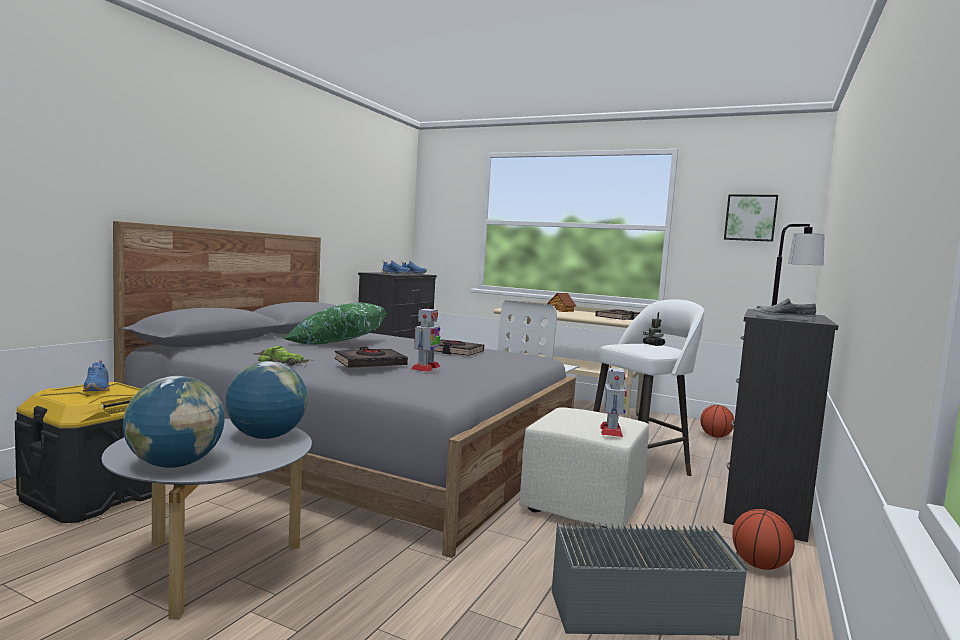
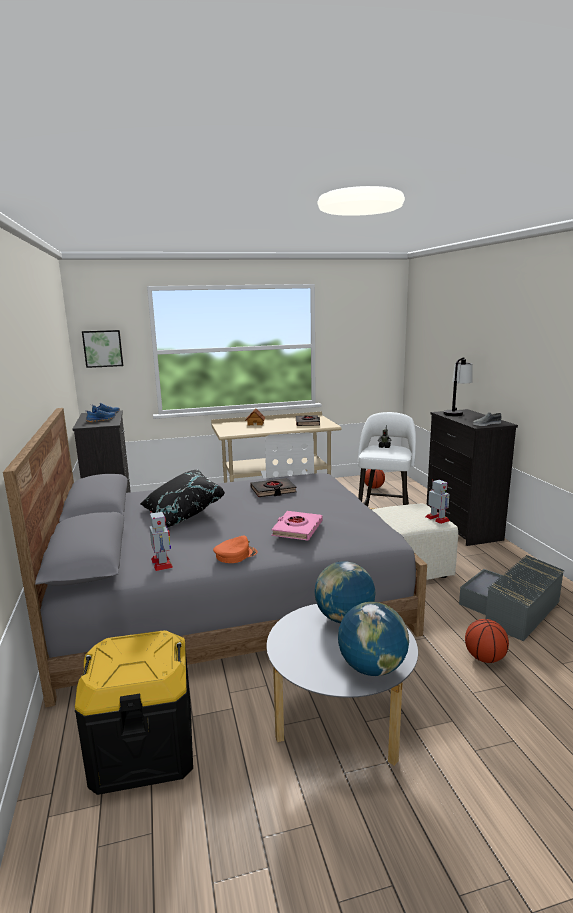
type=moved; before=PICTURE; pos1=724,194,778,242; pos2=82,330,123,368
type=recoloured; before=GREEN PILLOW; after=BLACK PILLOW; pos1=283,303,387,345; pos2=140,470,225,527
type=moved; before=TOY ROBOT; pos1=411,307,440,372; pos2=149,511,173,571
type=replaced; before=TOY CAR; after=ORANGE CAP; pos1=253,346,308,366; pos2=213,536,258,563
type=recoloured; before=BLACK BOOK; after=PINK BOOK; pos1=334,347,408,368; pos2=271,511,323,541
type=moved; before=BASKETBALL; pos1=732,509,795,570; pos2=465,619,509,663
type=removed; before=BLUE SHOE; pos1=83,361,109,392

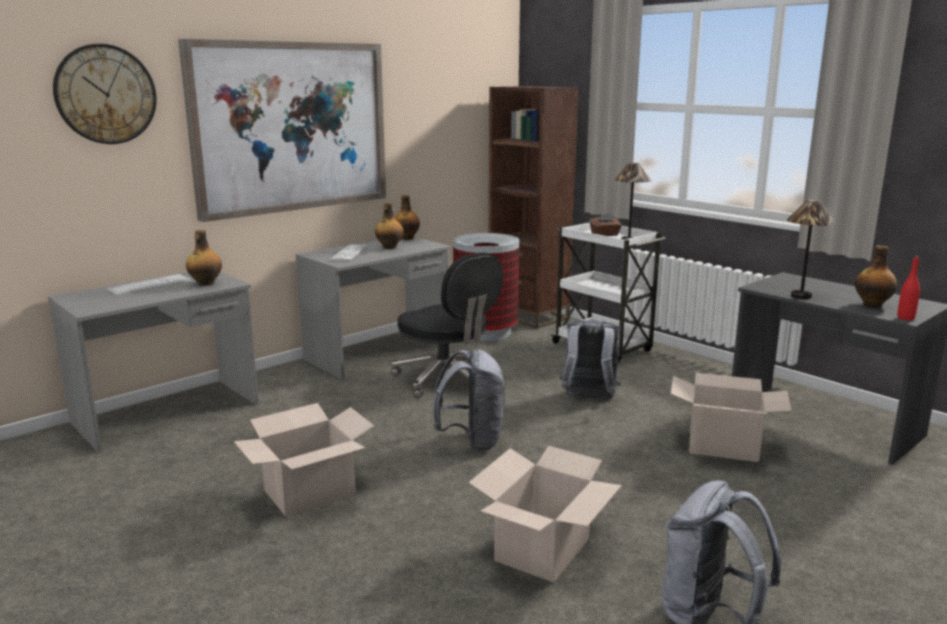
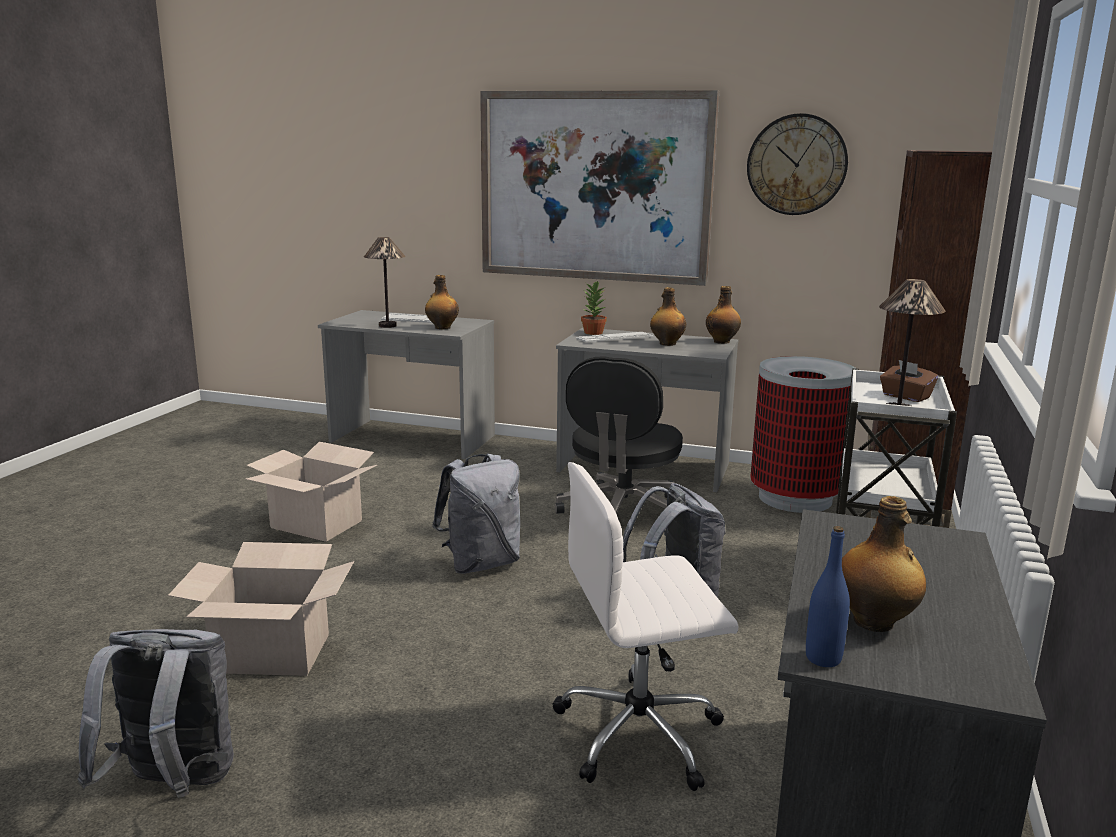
type=moved; before=TABLE LAMP; pos1=787,199,836,299; pos2=364,237,405,328
type=replaced; before=CARDBOARD BOX; after=WHITE OFFICE CHAIR; pos1=671,373,792,462; pos2=553,462,738,791
type=added; after=POTTED PLANT; pos2=581,280,607,335
type=moved; before=WALL CLOCK; pos1=53,44,157,144; pos2=747,113,848,215
type=recoloured; before=RED BOTTLE; after=BLUE BOTTLE; pos1=897,256,920,320; pos2=806,526,850,667

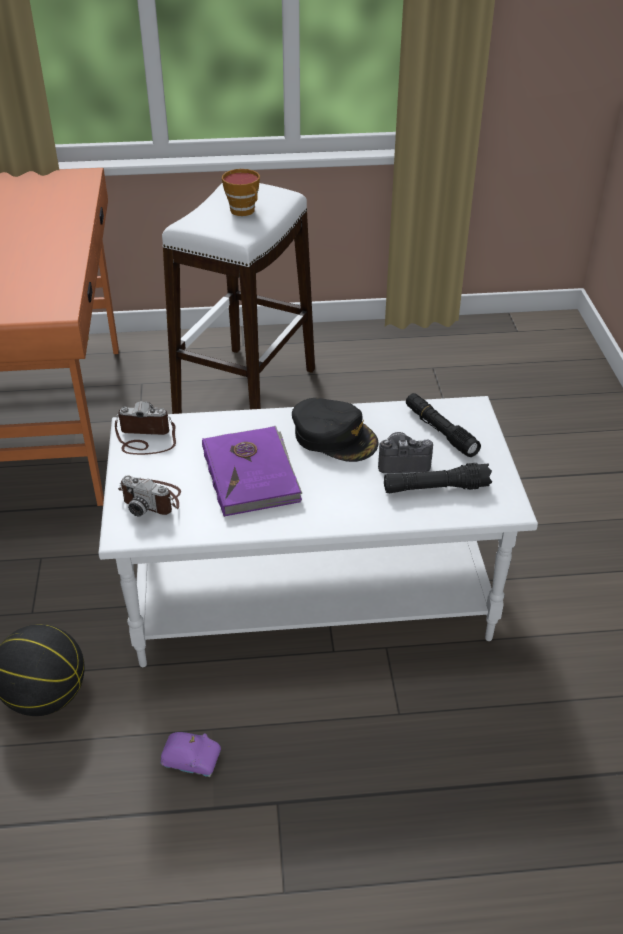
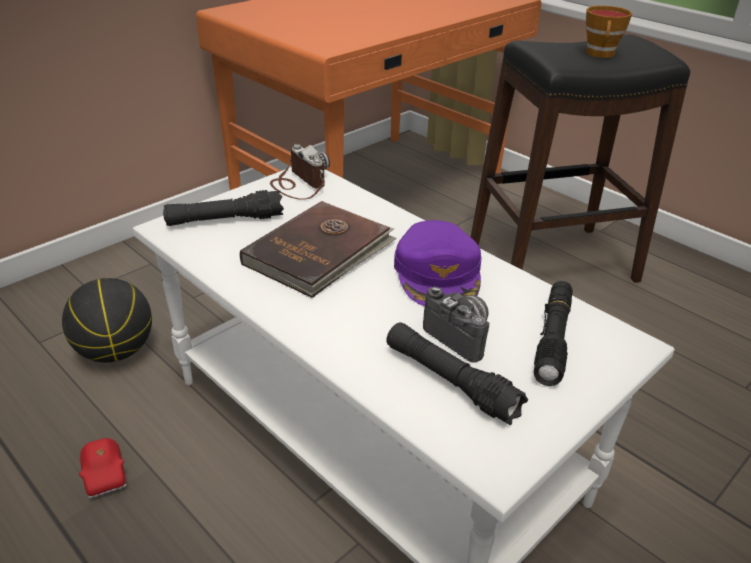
type=recoloured; before=PURPLE TOY CAR; after=RED TOY CAR; pos1=161,732,221,777; pos2=79,438,126,499
type=replaced; before=PHOTO CAMERA; after=BLACK FLASHLIGHT; pos1=118,475,181,517; pos2=163,190,284,226
type=recoloured; before=PURPLE BOOK; after=BROWN BOOK; pos1=202,426,302,517; pos2=240,201,397,298
type=recoloured; before=BLACK CAP; after=PURPLE CAP; pos1=292,398,378,462; pos2=394,220,482,306
type=recoloured; before=WHITE STOOL; after=BLACK STOOL; pos1=162,183,315,414; pos2=471,34,690,283

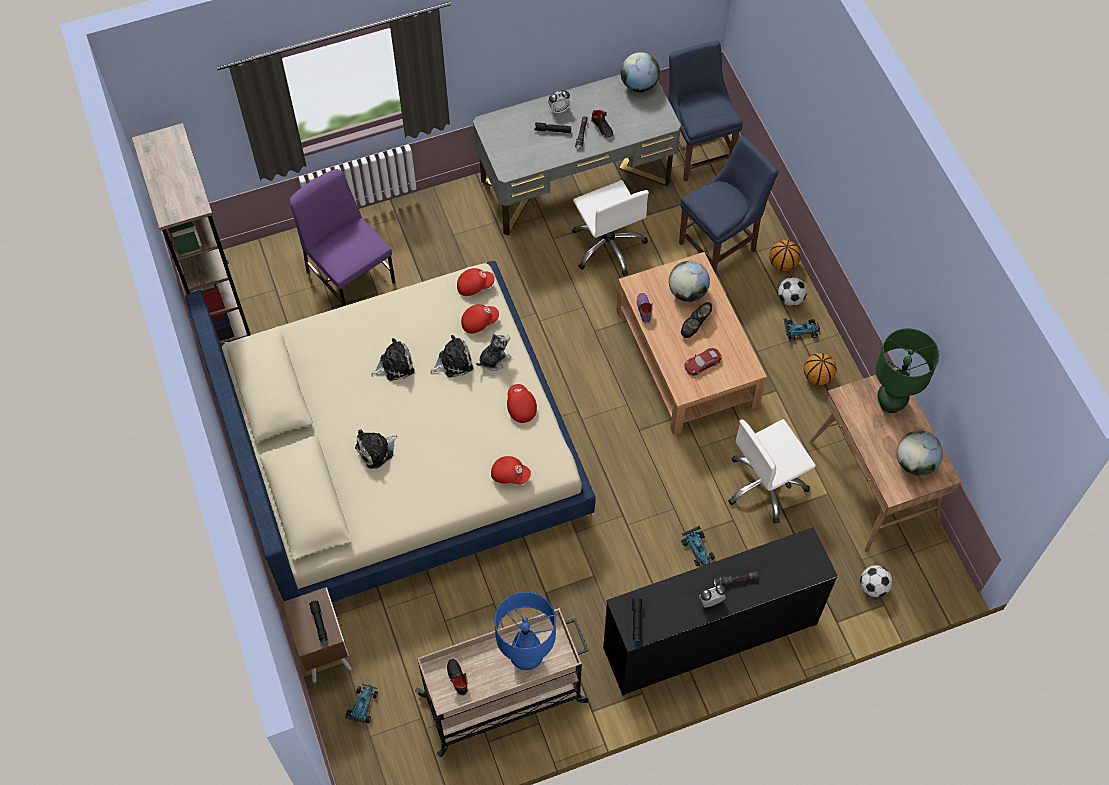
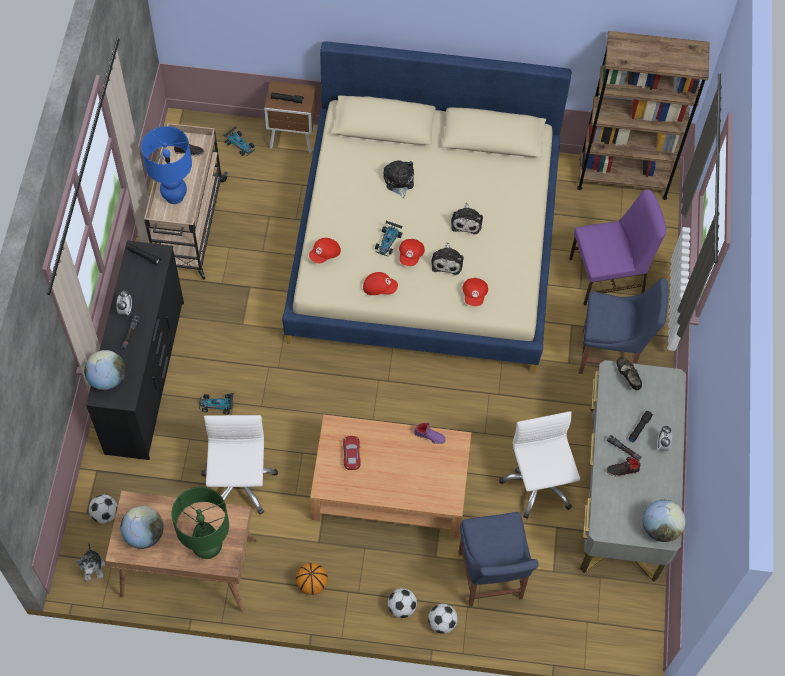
type=moved; before=PLUSH TOY; pos1=476,334,511,371; pos2=75,543,105,581
type=moved; before=GLOBE; pos1=669,261,710,302; pos2=84,350,126,391
type=moved; before=TOY CAR; pos1=783,319,820,341; pos2=375,220,402,256
type=moved; before=RED CAP; pos1=457,268,495,296; pos2=399,239,425,266
type=replaced; before=BASKETBALL; after=FOOTBALL; pos1=769,240,801,271; pos2=428,604,458,634
type=turned; before=WHITE OFFICE CHAIR; pos1=572,180,649,276; pos2=499,411,580,519; turn=75
type=moved; before=BLUE CHAIR; pos1=668,41,742,182; pos2=579,278,668,374
type=moved; before=BLACK SHOE; pos1=681,302,712,338; pos2=617,357,642,390

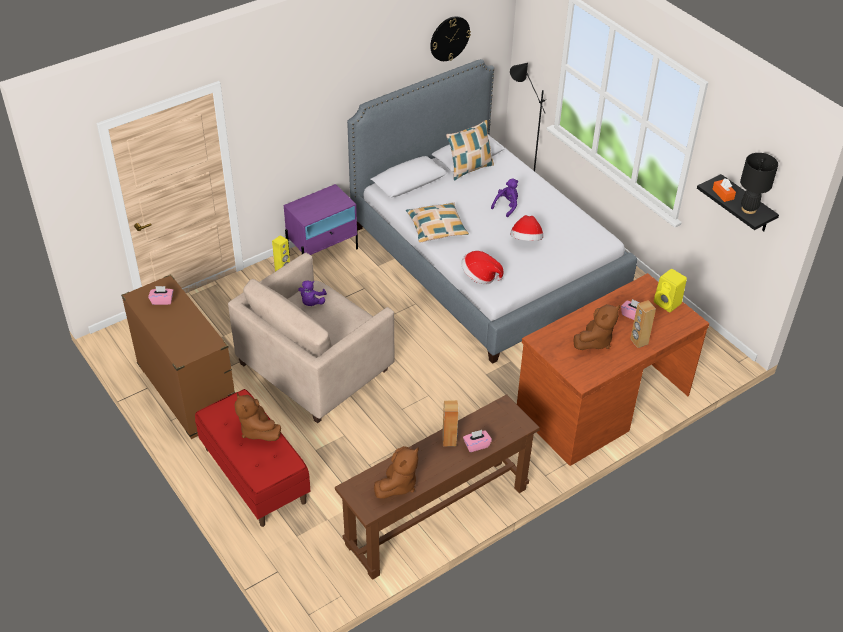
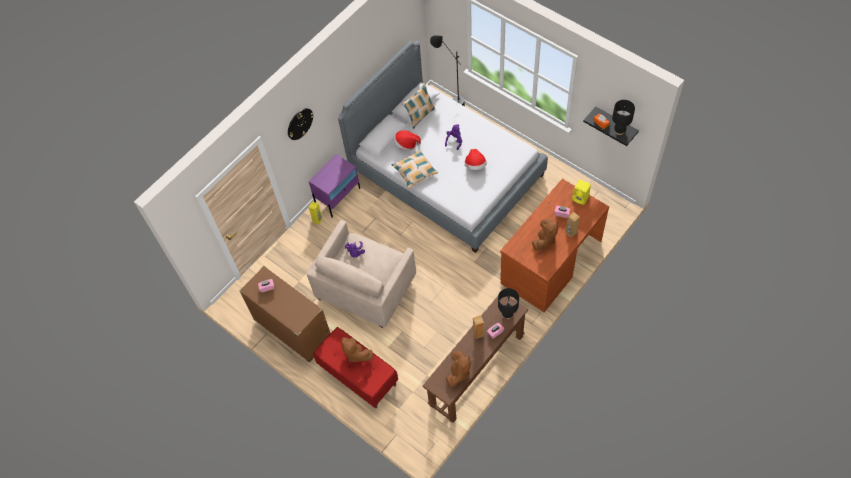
type=moved; before=WALL CLOCK; pos1=430,16,471,61; pos2=288,108,314,140
type=moved; before=HAT; pos1=461,251,503,284; pos2=393,130,421,151
type=added; after=BLACK TABLE LAMP; pos2=498,288,519,319

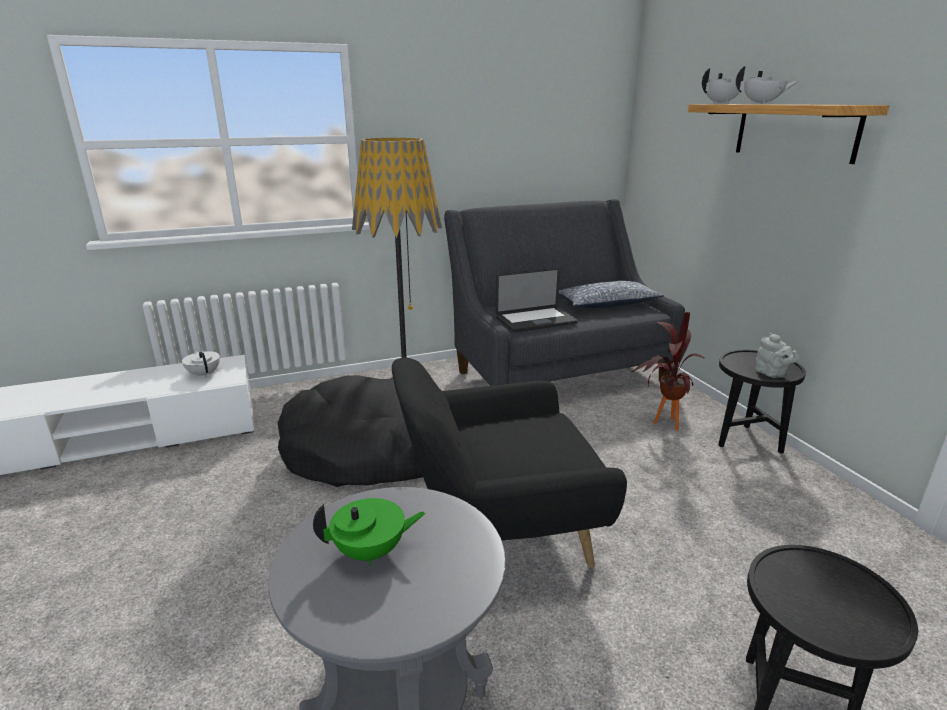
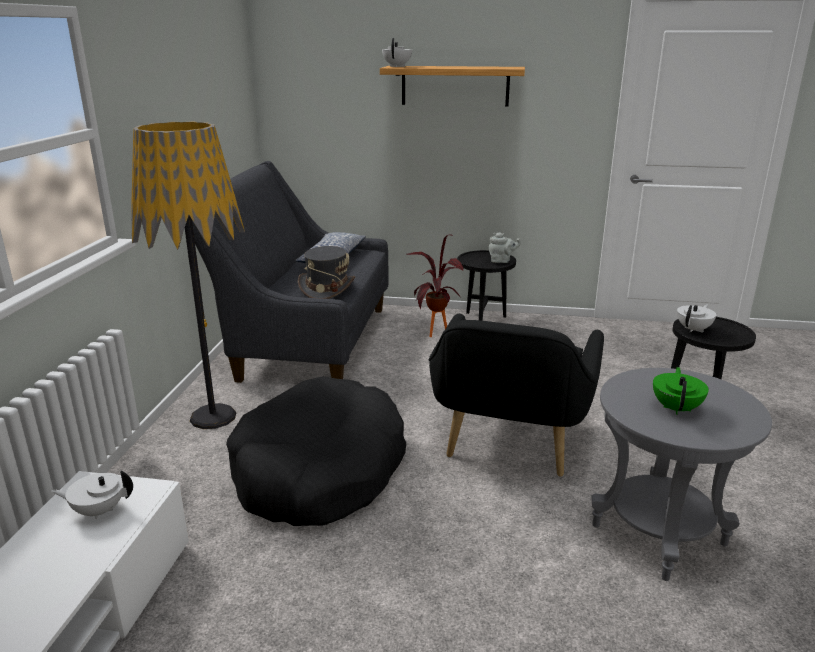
type=replaced; before=LAPTOP; after=GREY HAT; pos1=496,268,577,332; pos2=298,246,355,299
type=moved; before=WHITE TEAPOT; pos1=736,65,799,104; pos2=677,304,716,333

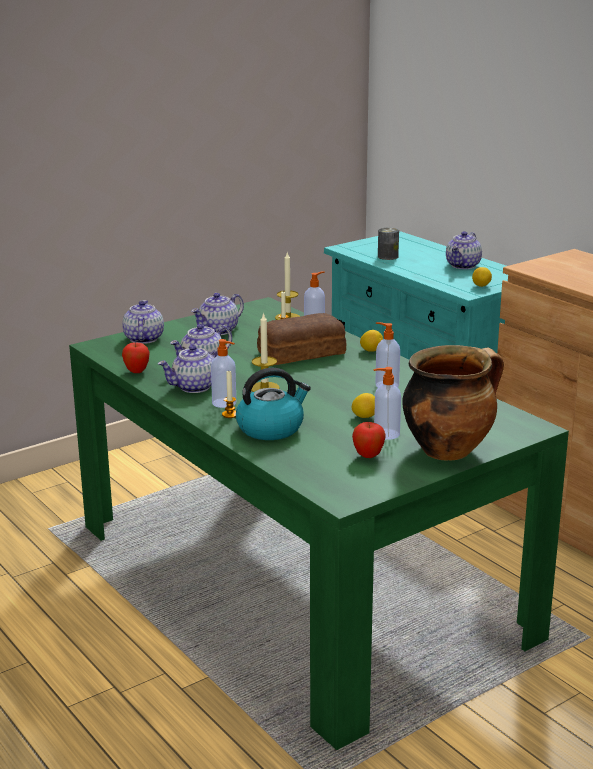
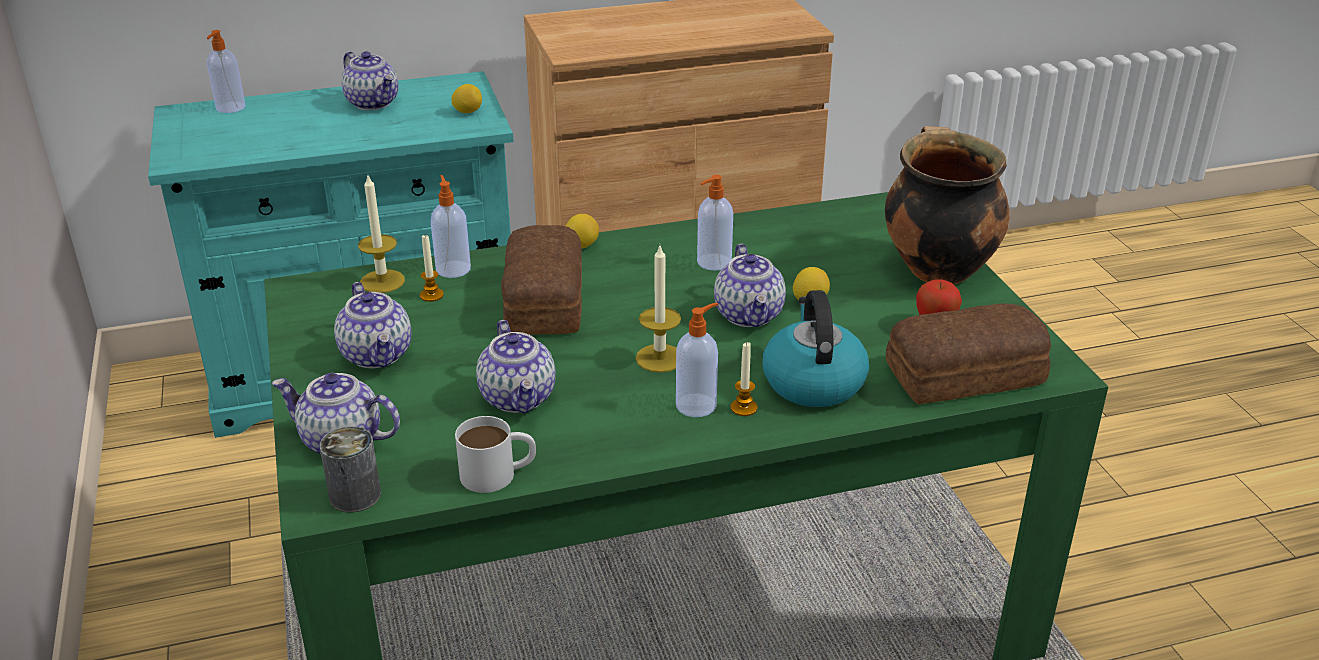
type=moved; before=SOAP DISPENSER; pos1=373,367,401,440; pos2=207,30,246,113
type=moved; before=CAN; pos1=378,227,399,260; pos2=320,426,381,512
type=replaced; before=APPLE; after=WHITE MUG; pos1=122,343,149,373; pos2=455,416,536,493
type=moved; before=TEAPOT; pos1=158,345,218,393; pos2=714,244,786,327
type=added; after=BREAD; pos2=886,303,1051,404

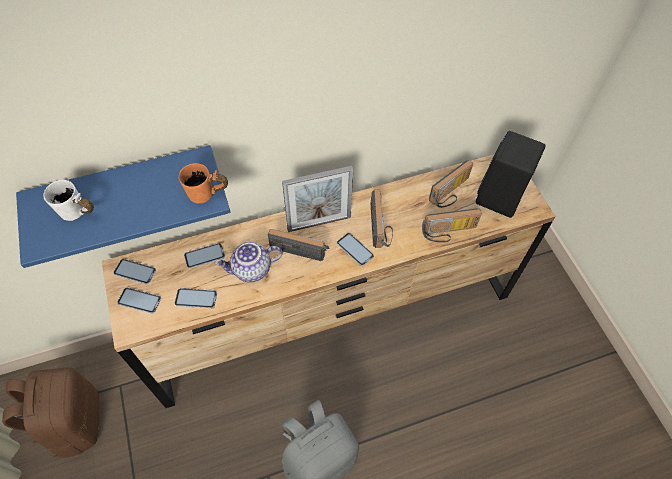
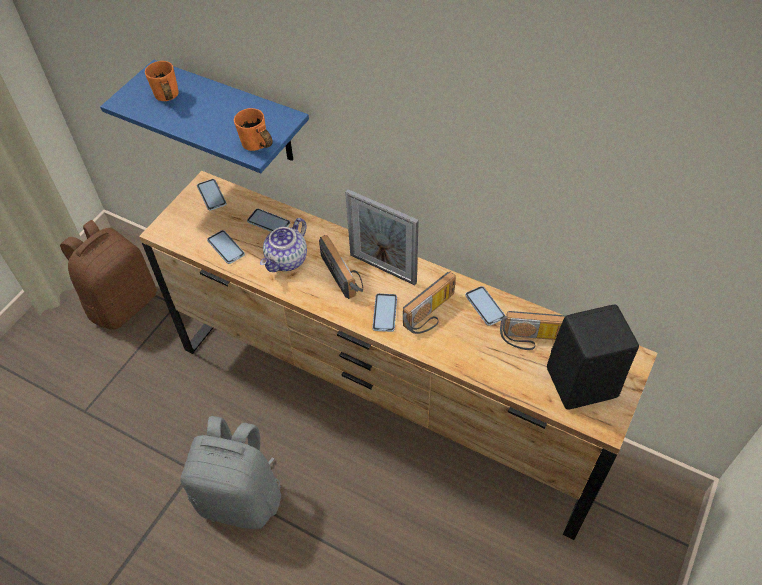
type=recoloured; before=WHITE MUG; after=ORANGE MUG; pos1=43,180,94,221; pos2=145,61,179,101
type=turned; before=TEAPOT; pos1=215,242,283,282; pos2=260,218,307,272; turn=-90
type=moved; before=PHONE; pos1=117,288,161,314; pos2=465,286,505,326
type=removed; before=RADIO; pos1=422,208,482,243

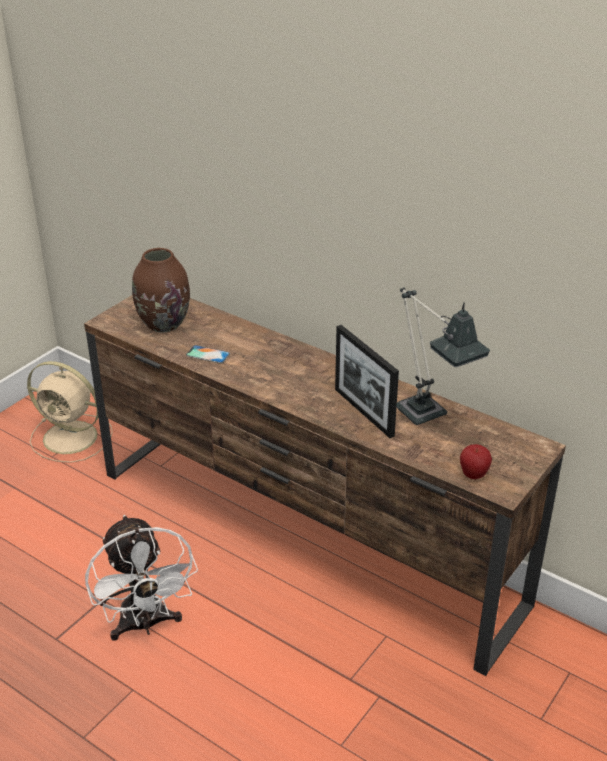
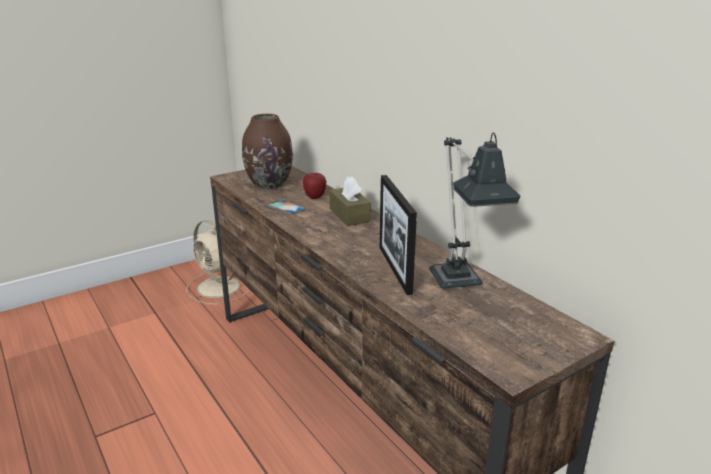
type=moved; before=APPLE; pos1=460,444,492,479; pos2=303,173,326,199
type=added; after=BROWN TISSUE BOX; pos2=329,176,371,226
type=removed; before=WHITE FAN; pos1=85,515,198,641

